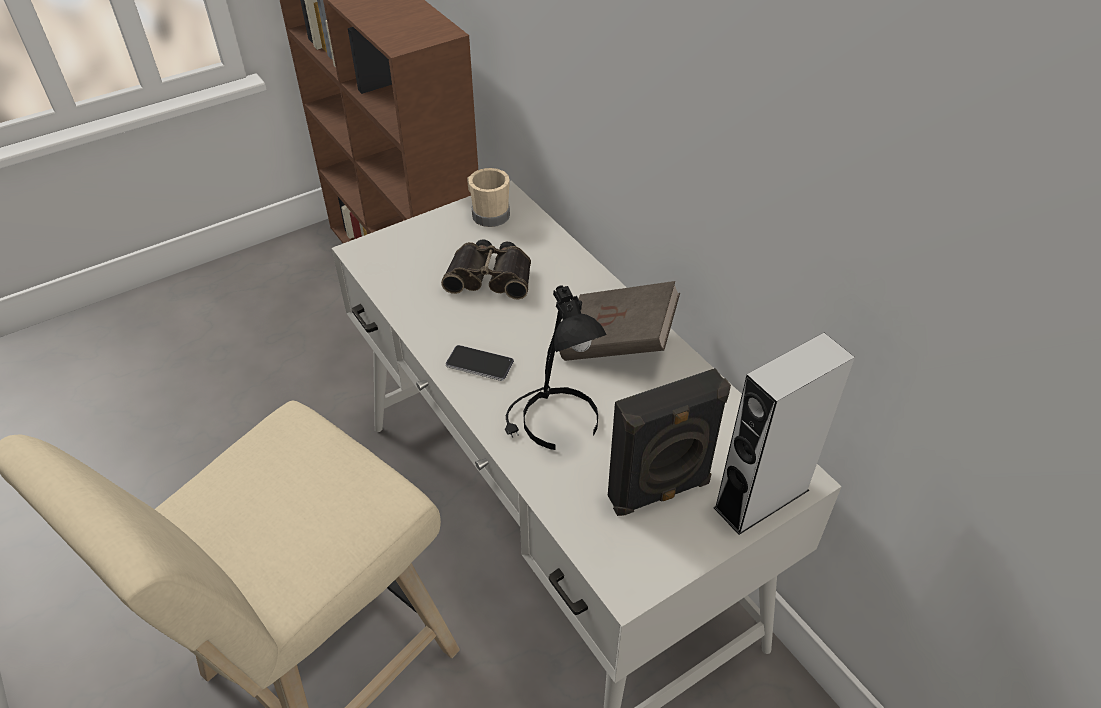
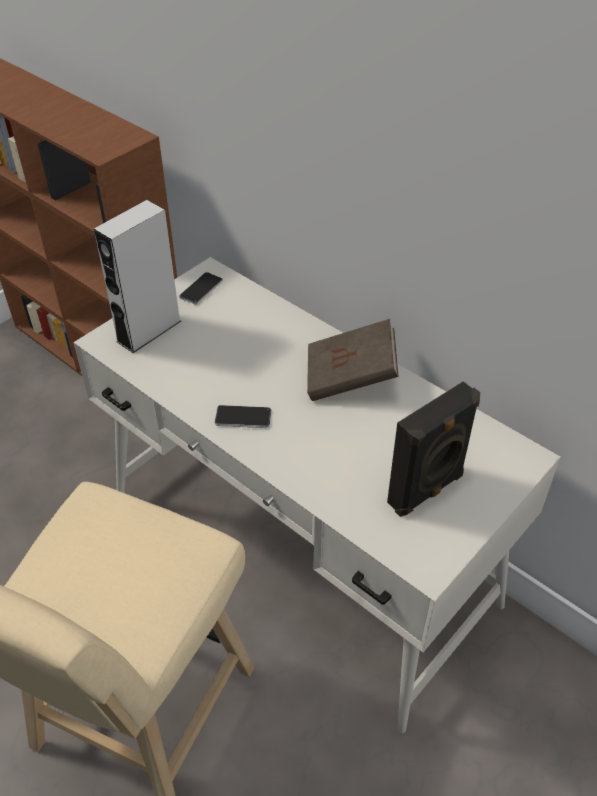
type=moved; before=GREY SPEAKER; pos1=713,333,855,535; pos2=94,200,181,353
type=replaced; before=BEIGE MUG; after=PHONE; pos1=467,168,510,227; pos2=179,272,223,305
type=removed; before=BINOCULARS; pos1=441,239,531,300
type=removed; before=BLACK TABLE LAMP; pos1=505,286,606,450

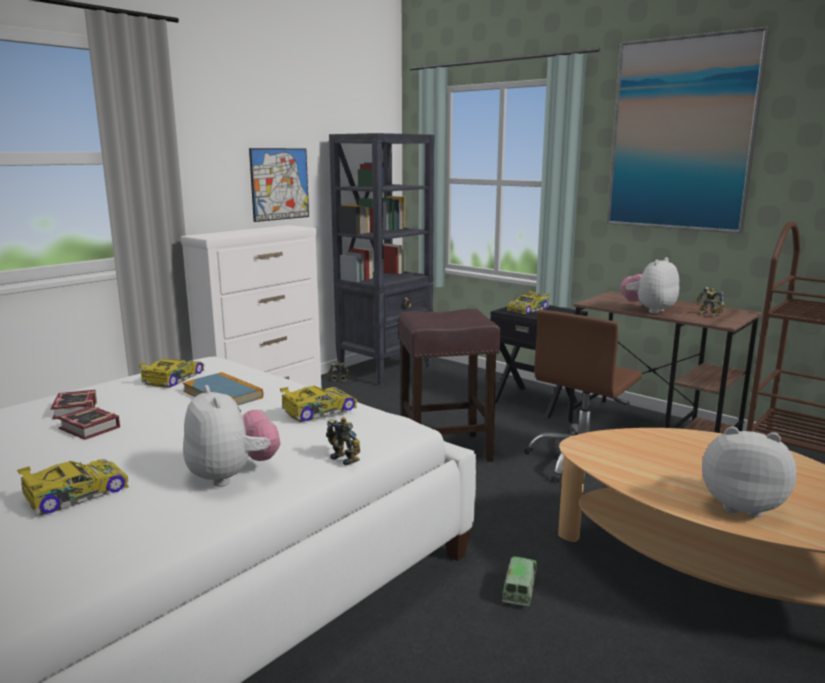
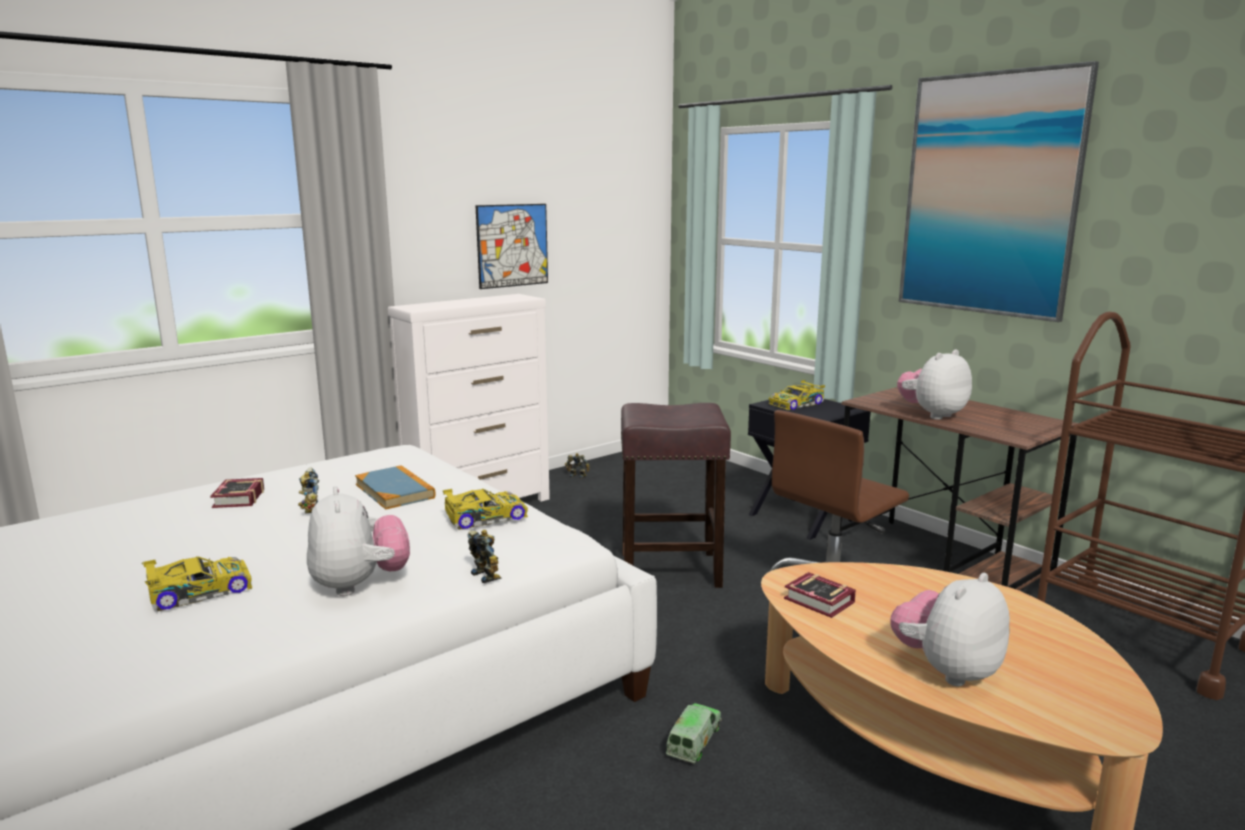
type=moved; before=TOY ROBOT; pos1=697,287,726,316; pos2=298,467,319,513
type=moved; before=BOOK; pos1=57,406,120,440; pos2=784,572,856,618
type=turned; before=PLUSH TOY; pos1=702,426,797,517; pos2=890,573,1010,686; turn=-75
type=removed; before=TOY CAR; pos1=139,359,204,388
type=removed; before=BLACK BOOKCASE; pos1=329,133,435,386

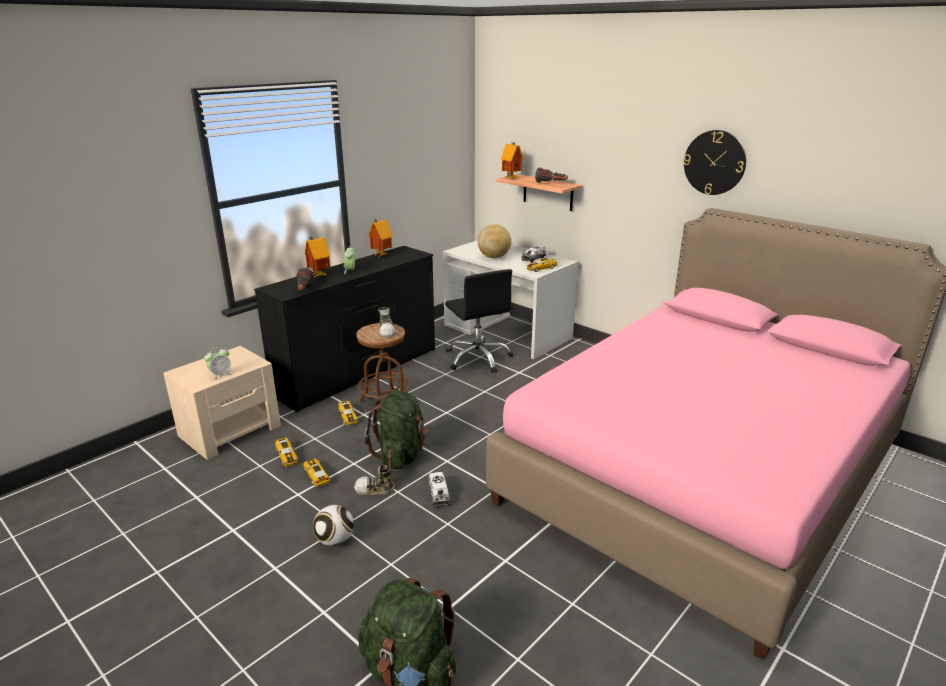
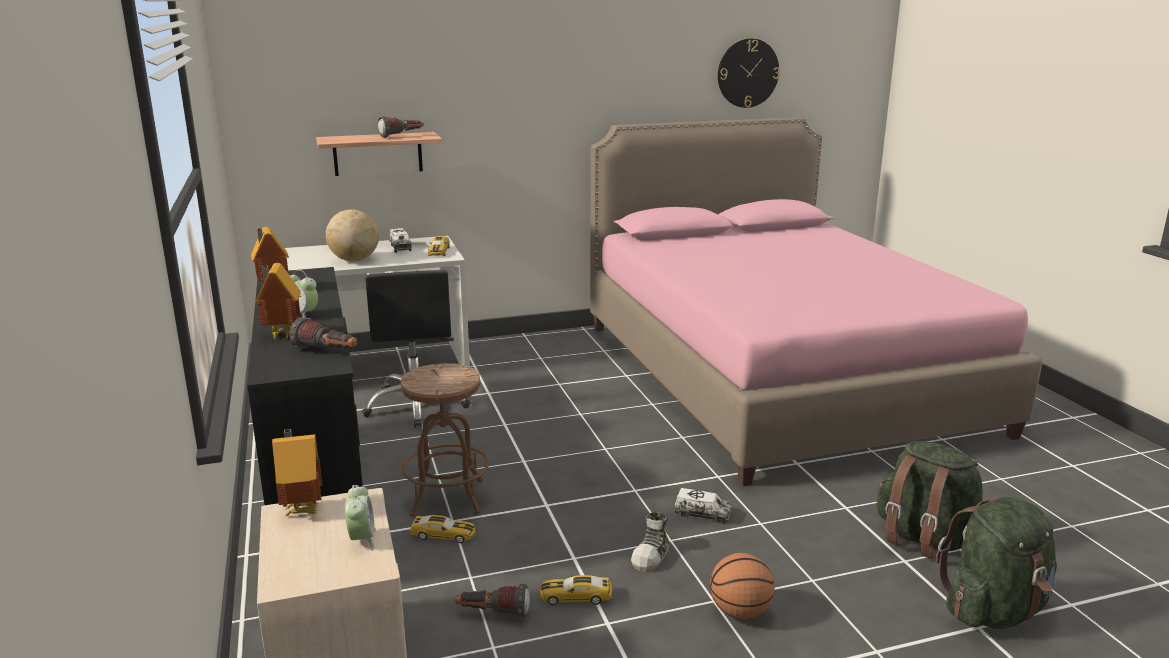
type=moved; before=TOY HOUSE; pos1=501,142,523,178; pos2=272,429,322,516
type=turned; before=BLACK OFFICE CHAIR; pos1=445,269,513,373; pos2=362,270,470,428; turn=75
type=replaced; before=TOY CAR; after=FLASHLIGHT; pos1=275,438,298,466; pos2=455,583,530,619
type=replaced; before=FOOTBALL; after=BASKETBALL; pos1=313,505,354,546; pos2=710,553,775,619
type=moved; before=WALL CLOCK; pos1=683,130,746,195; pos2=718,39,780,108
type=moved; before=GREEN BACKPACK; pos1=364,391,428,469; pos2=877,441,983,559
type=removed; before=SHOE; pos1=378,307,396,338

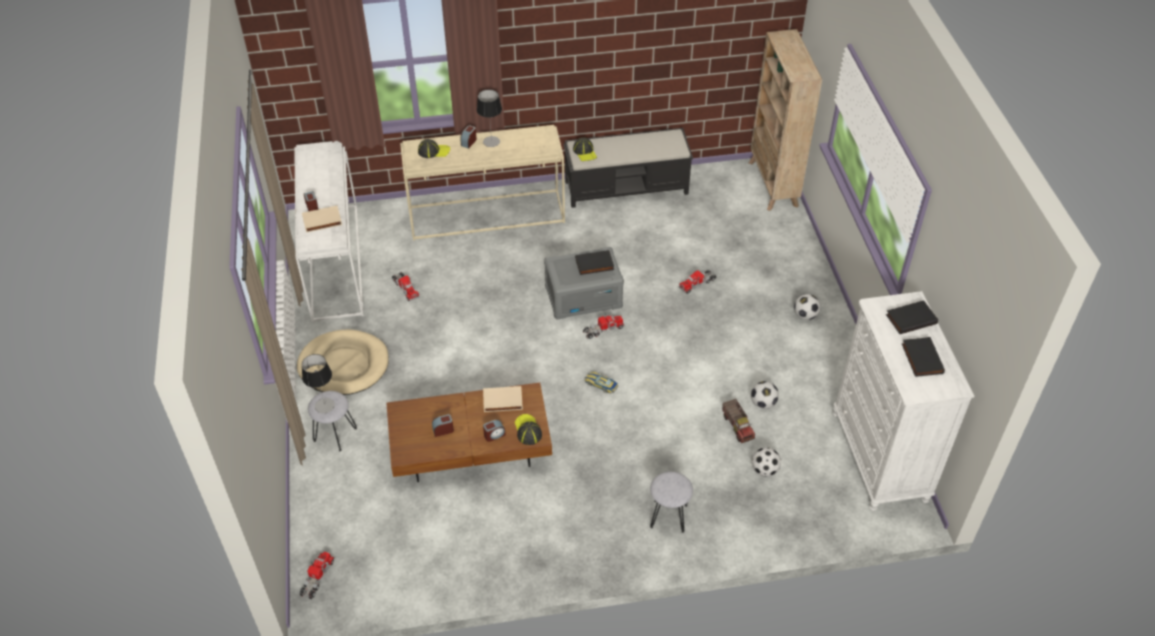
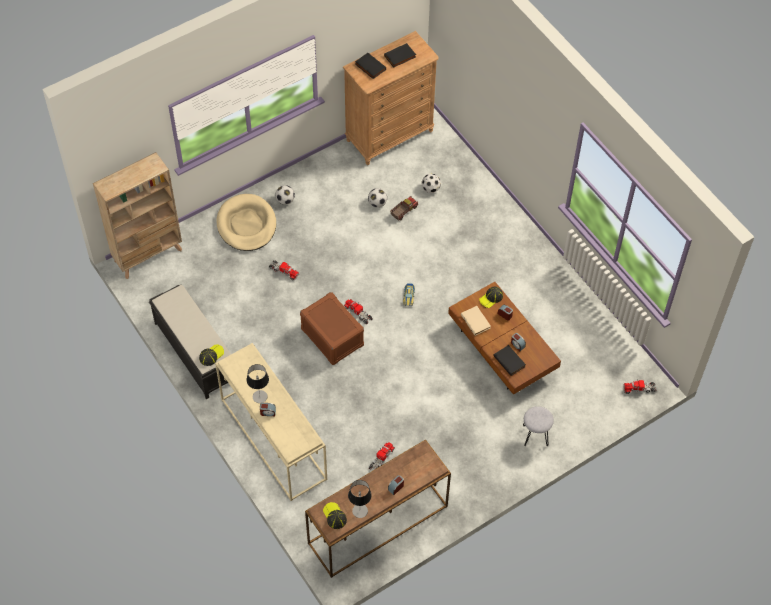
type=moved; before=BEIGE DOG BED; pos1=297,329,389,395; pos2=217,194,276,251
type=recoloured; before=GREY STORAGE BOX; after=BROWN STORAGE BOX; pos1=544,247,624,320; pos2=300,292,364,365
type=recoloured; before=WHITE CONSOLE TABLE; after=BROWN CONSOLE TABLE; pos1=294,141,364,322; pos2=305,439,451,578
type=moved; before=CAP; pos1=418,139,450,158; pos2=323,502,347,529
type=recoloured; before=WHITE DRESSER; after=BROWN DRESSER; pos1=833,291,974,511; pos2=343,31,439,165
type=moved; before=TABLE LAMP; pos1=302,354,335,413; pos2=348,480,372,518
type=moved; before=BLACK BOOK; pos1=575,250,614,275; pos2=493,345,526,376
type=removed; before=BEIGE BOOK; pos1=302,206,342,233
type=removed; before=GREY STOOL; pos1=650,471,693,533

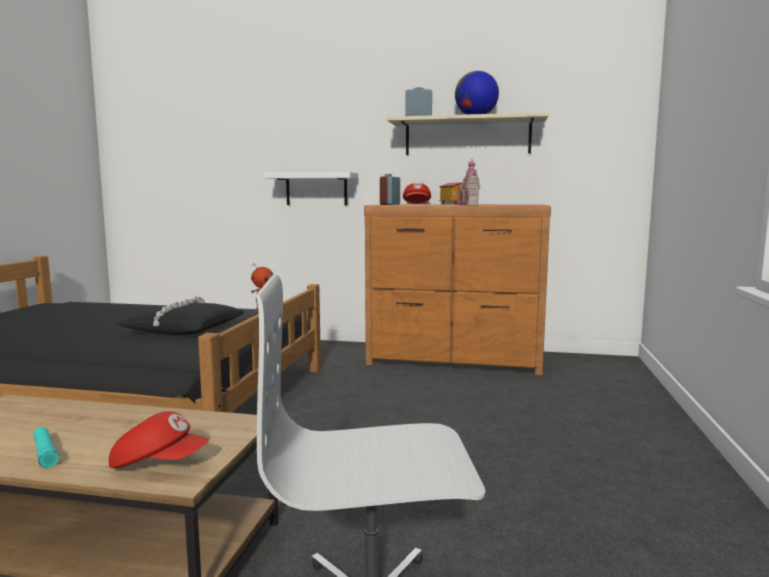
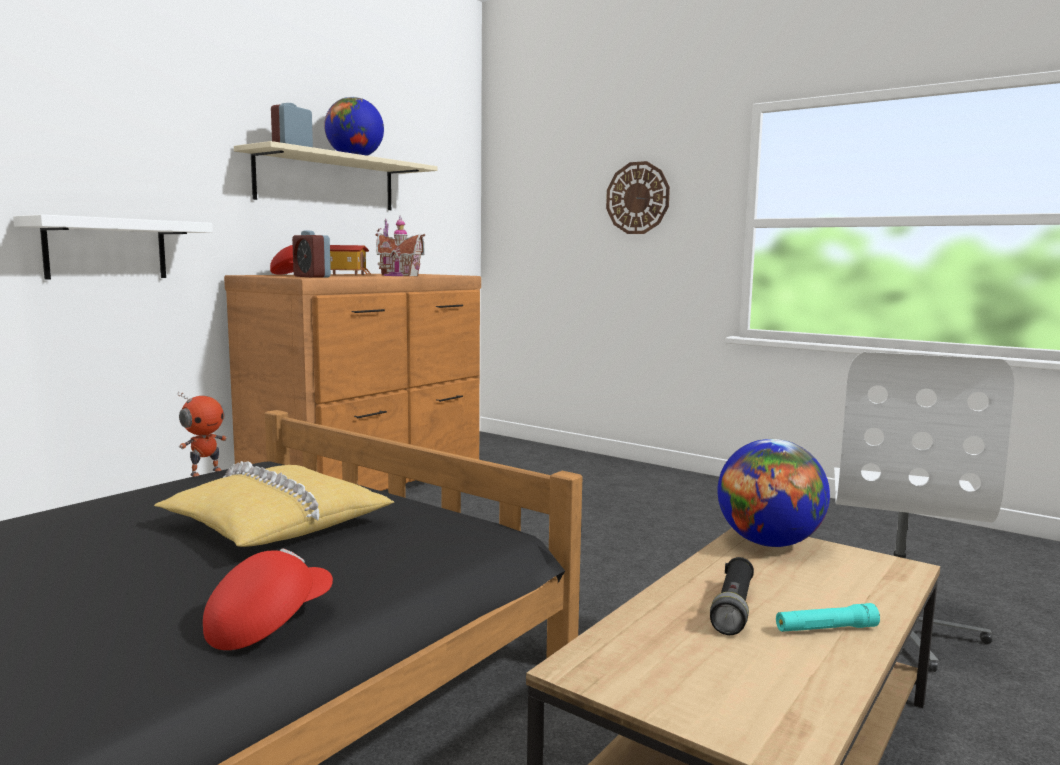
type=recoloured; before=BLACK PILLOW; after=YELLOW PILLOW; pos1=117,296,244,335; pos2=154,461,394,547
type=moved; before=RED CAP; pos1=109,411,209,468; pos2=203,548,333,650
type=added; after=WALL CLOCK; pos2=606,161,670,234
type=added; after=BLACK FLASHLIGHT; pos2=710,557,754,635
type=added; after=GLOBE; pos2=717,439,830,547

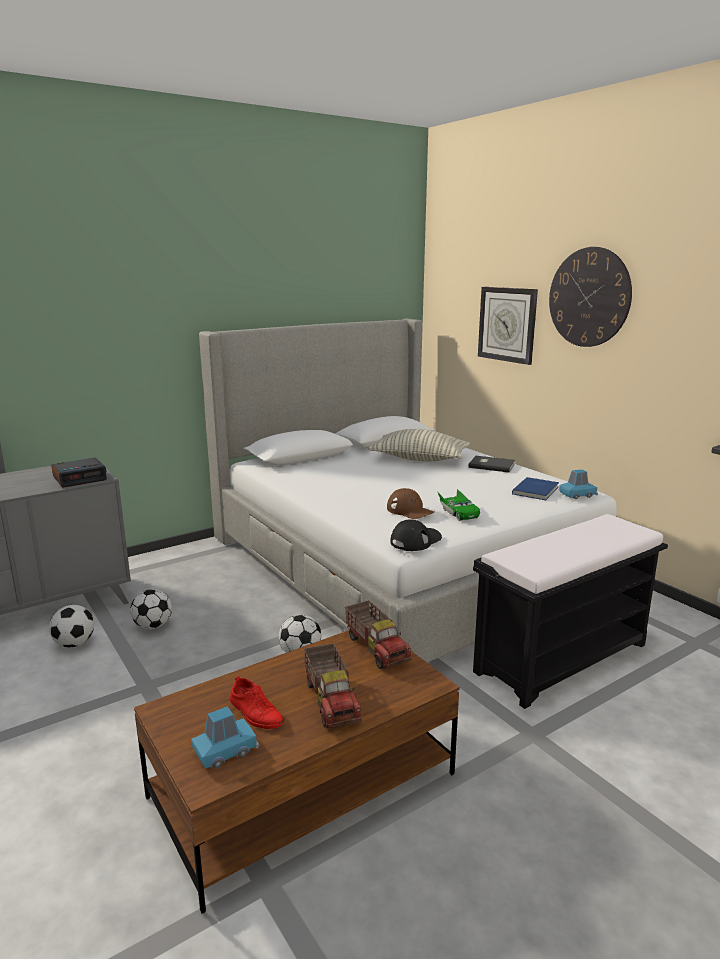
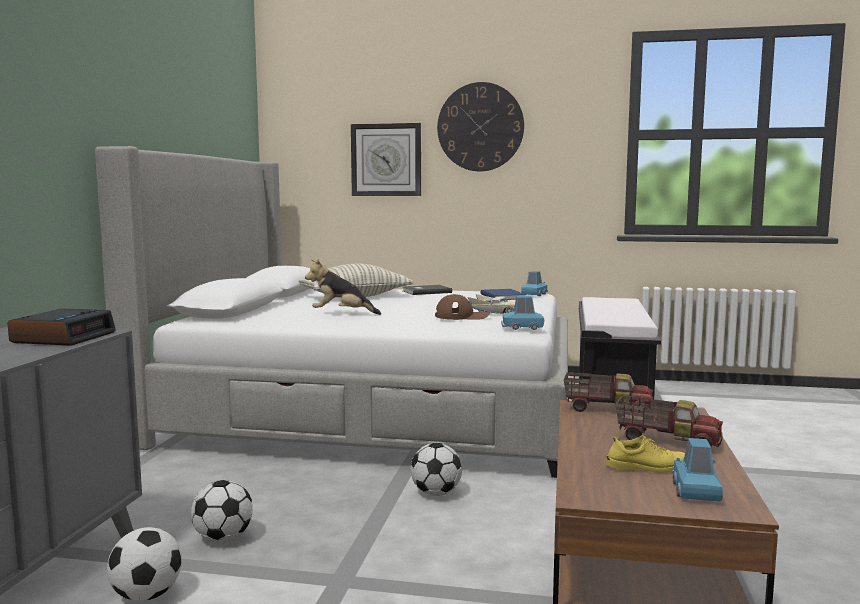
type=added; after=PLUSH TOY; pos2=305,259,381,315
type=recoloured; before=GREEN TOY CAR; after=BEIGE TOY CAR; pos1=437,489,480,521; pos2=467,294,515,314
type=replaced; before=BLACK CAP; after=BLUE TOY CAR; pos1=390,519,442,551; pos2=501,296,544,330
type=recoloured; before=RED SHOE; after=YELLOW SHOE; pos1=230,676,284,729; pos2=606,435,685,473

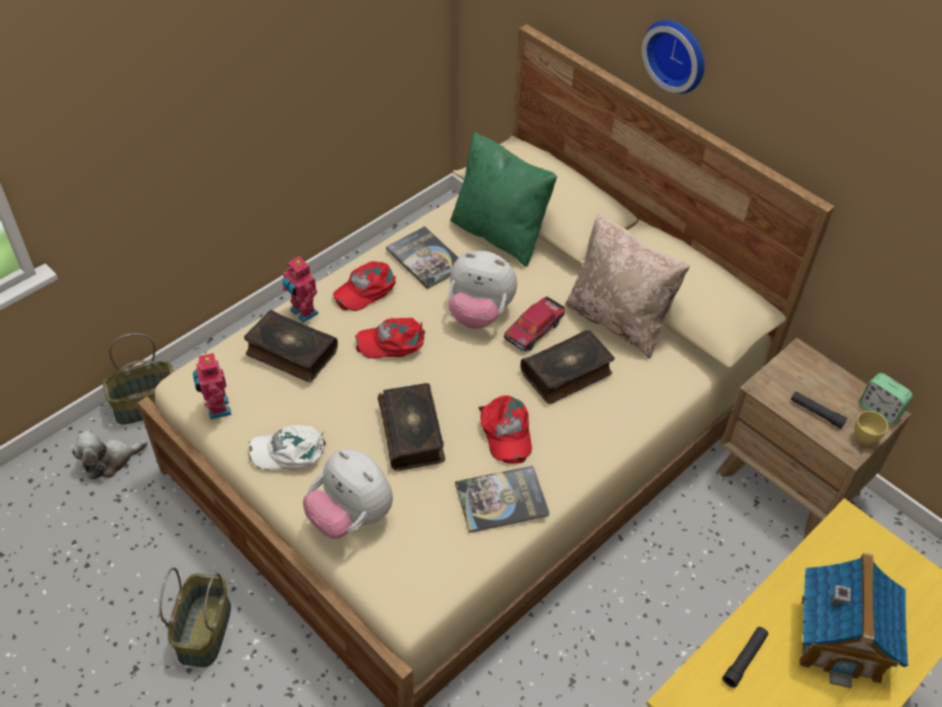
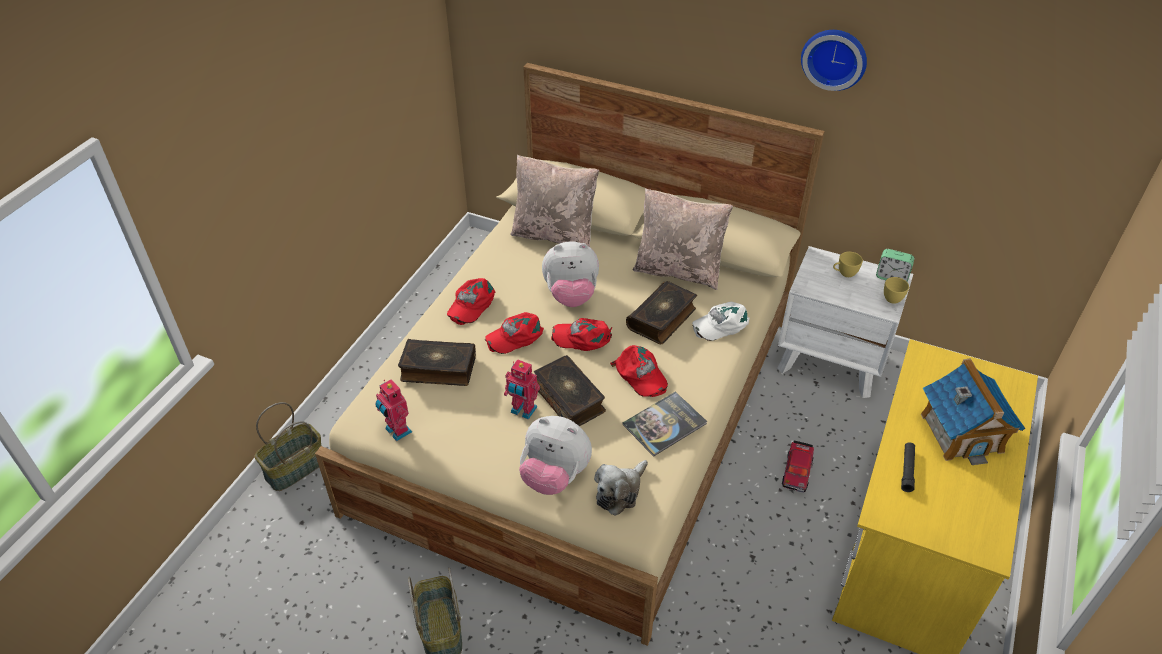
type=moved; before=TOY ROBOT; pos1=283,257,319,323; pos2=504,359,540,420
type=recoloured; before=GREEN PILLOW; after=BEIGE PILLOW; pos1=450,132,557,267; pos2=510,155,599,247
type=added; after=RED CAP; pos2=551,318,612,351
type=moved; before=PLUSH TOY; pos1=72,430,148,479; pos2=594,460,648,516
type=moved; before=WHITE CAP; pos1=249,425,326,470; pos2=692,302,750,341
type=recoloured; before=BROWN NIGHTSTAND; after=WHITE NIGHTSTAND; pos1=718,338,911,539; pos2=777,246,913,398
type=moved; before=TOY CAR; pos1=504,296,565,352; pos2=782,441,814,493
type=moved; before=WALL CLOCK; pos1=642,20,704,94; pos2=801,30,867,91
type=added; after=YELLOW CUP; pos2=833,252,863,277
type=removed; before=BOOK; pos1=386,226,459,289
type=removed; before=BLACK FLASHLIGHT; pos1=791,391,847,429

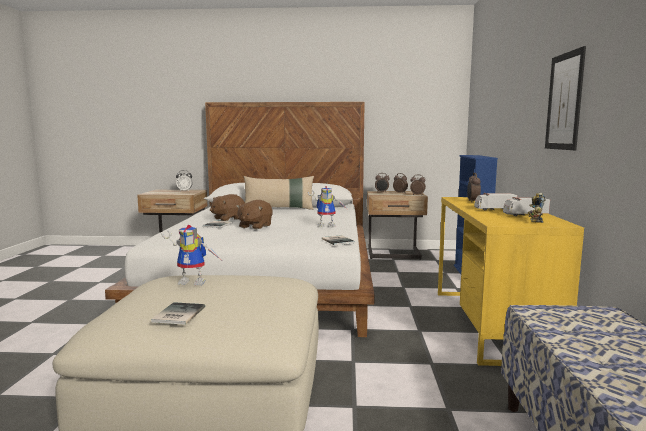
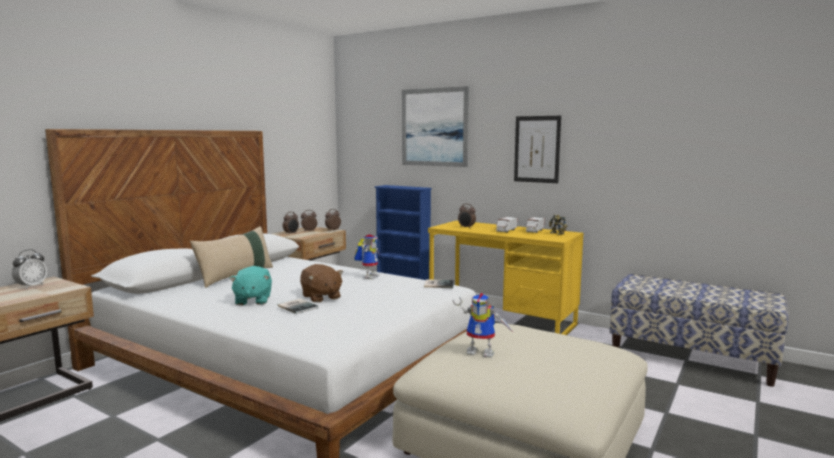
type=recoloured; before=BROWN PLUSH TOY; after=TURQUOISE PLUSH TOY; pos1=210,194,245,221; pos2=229,266,272,305
type=added; after=PICTURE; pos2=402,86,469,167
type=turned; before=TOY ROBOT; pos1=161,224,220,285; pos2=452,293,515,358; turn=75
type=removed; before=BOOK; pos1=151,302,205,325

